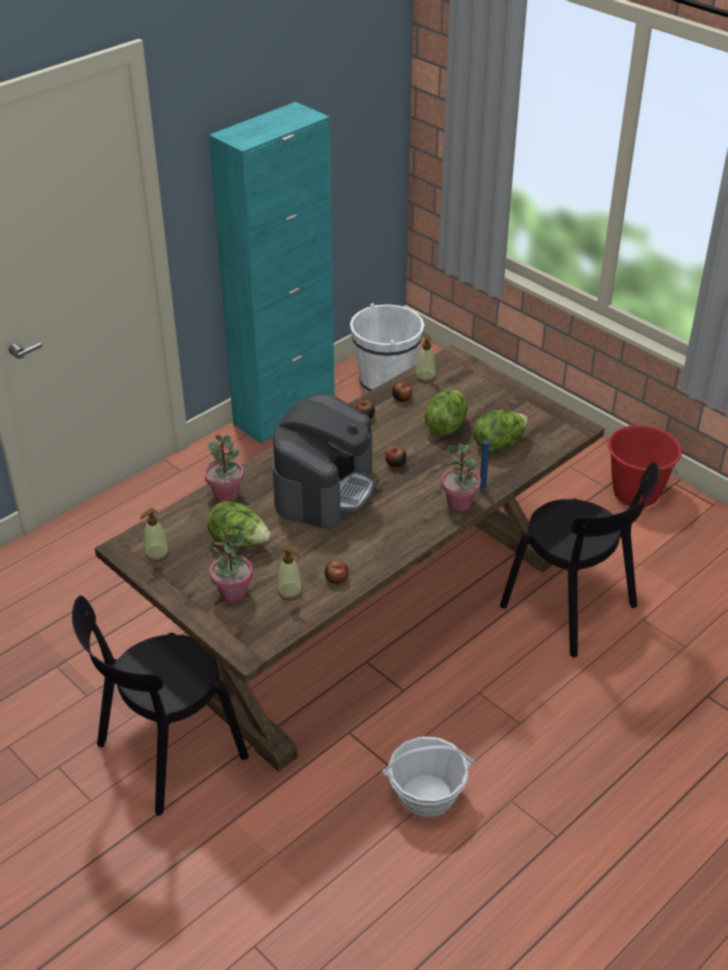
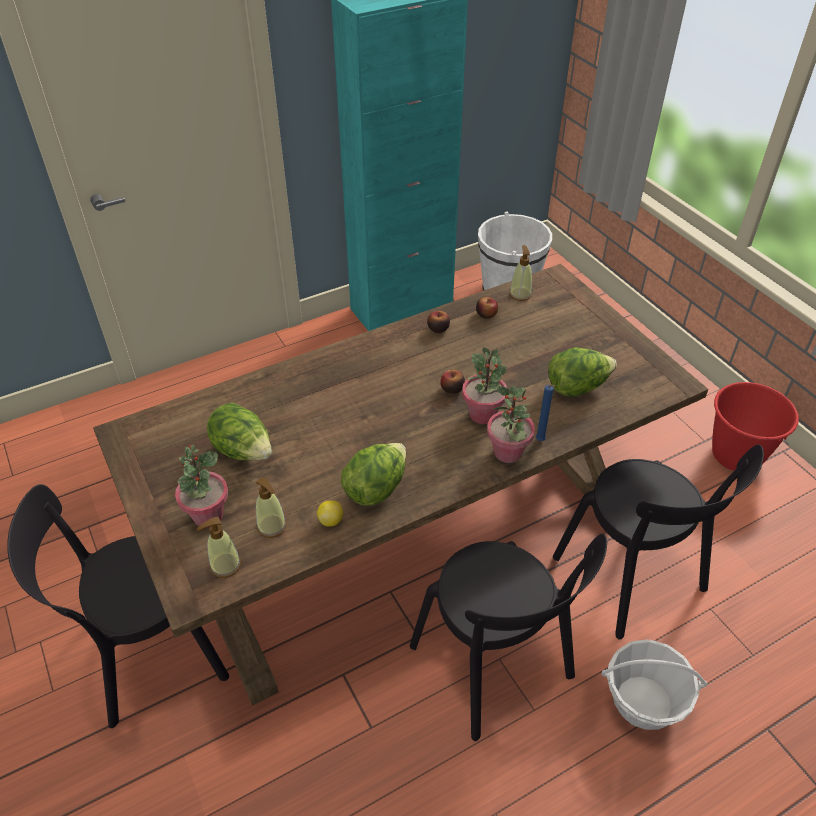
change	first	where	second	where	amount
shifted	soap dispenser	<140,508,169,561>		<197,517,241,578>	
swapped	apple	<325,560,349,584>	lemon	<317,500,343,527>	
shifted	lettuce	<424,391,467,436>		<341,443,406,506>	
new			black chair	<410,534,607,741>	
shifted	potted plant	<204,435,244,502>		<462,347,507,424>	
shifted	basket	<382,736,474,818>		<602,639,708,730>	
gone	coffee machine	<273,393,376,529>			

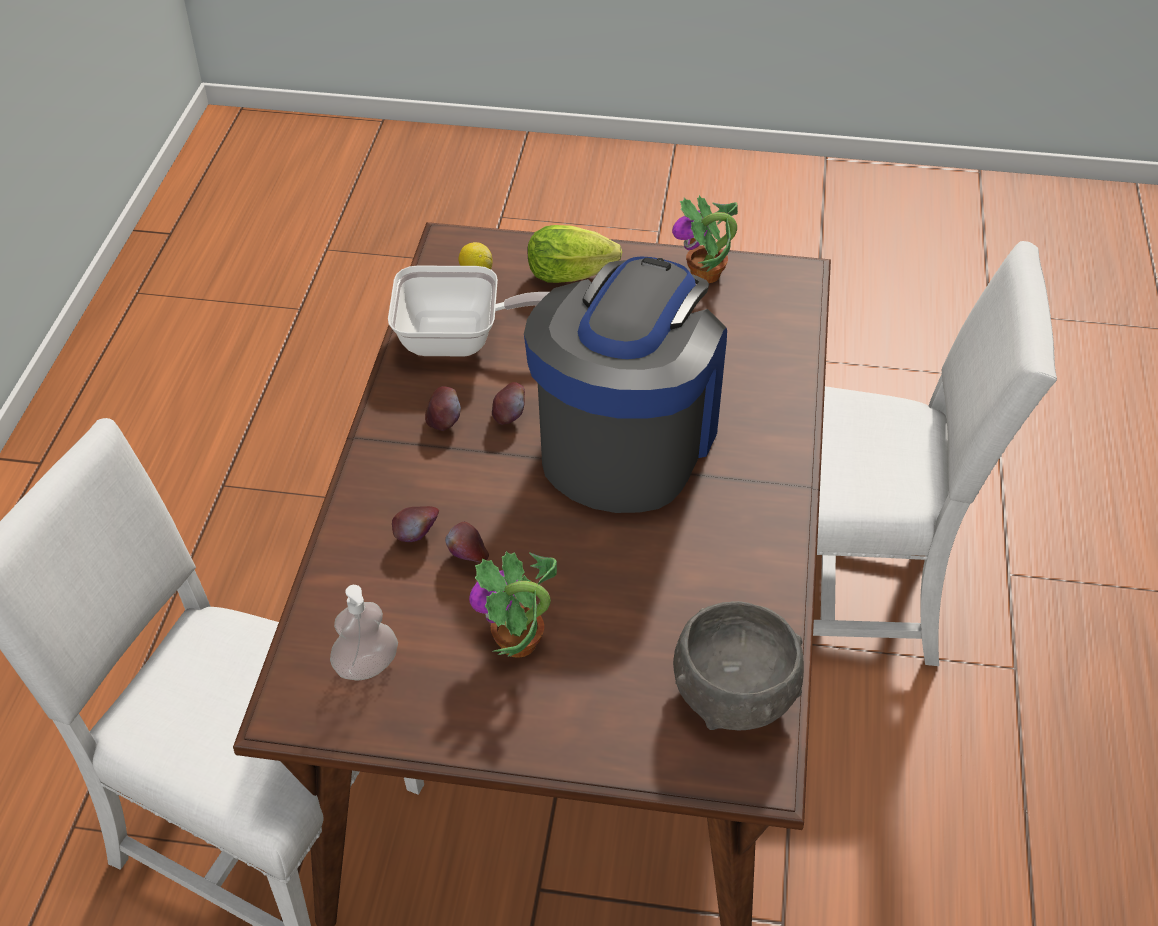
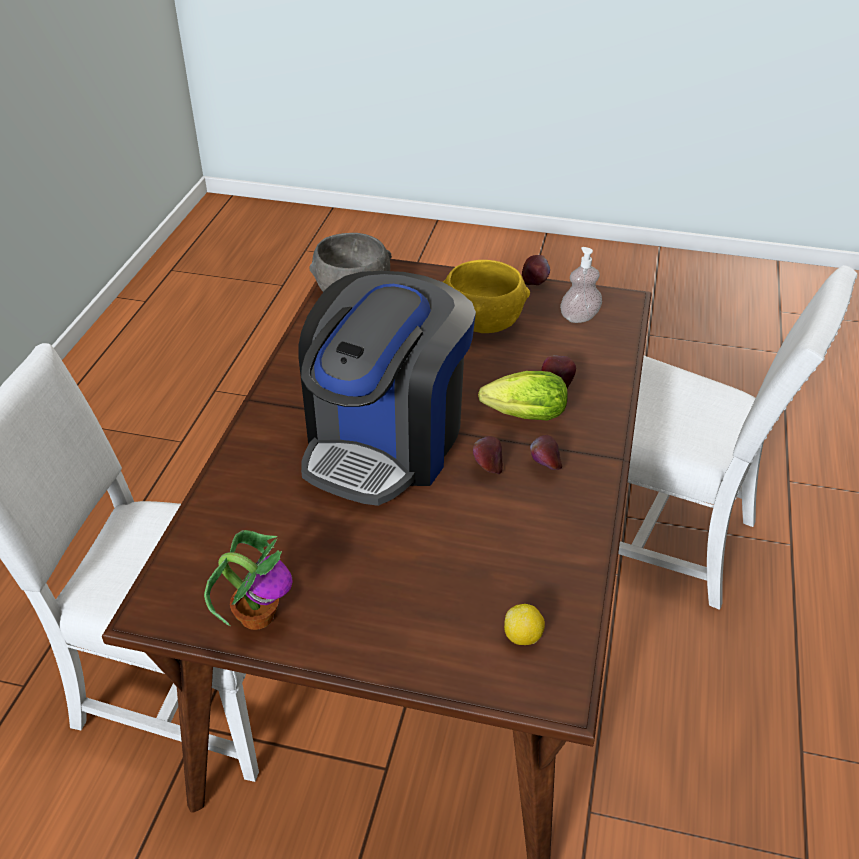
change	first	where	second	where	amount
swapped	potted plant	<469,551,557,658>	yellow bowl	<443,260,530,333>	
shifted	lettuce	<528,225,622,283>		<478,371,568,421>	
shifted	apple	<445,522,489,562>		<522,255,550,285>	
gone	frying pan	<388,265,549,356>			

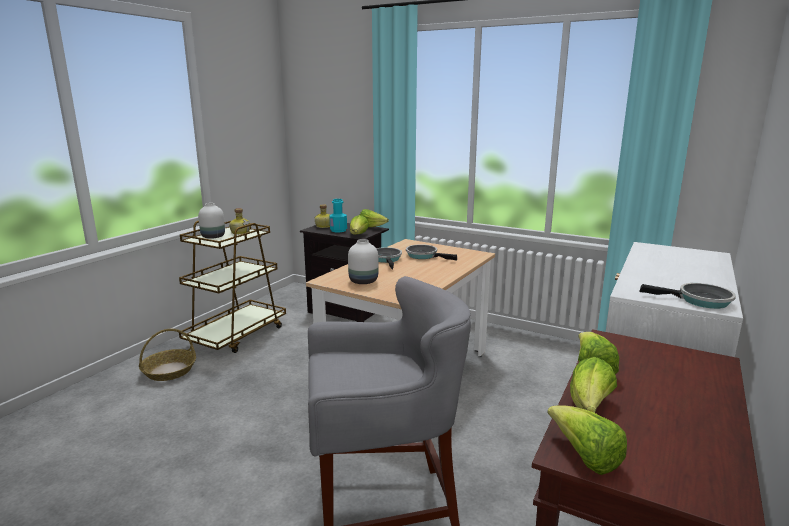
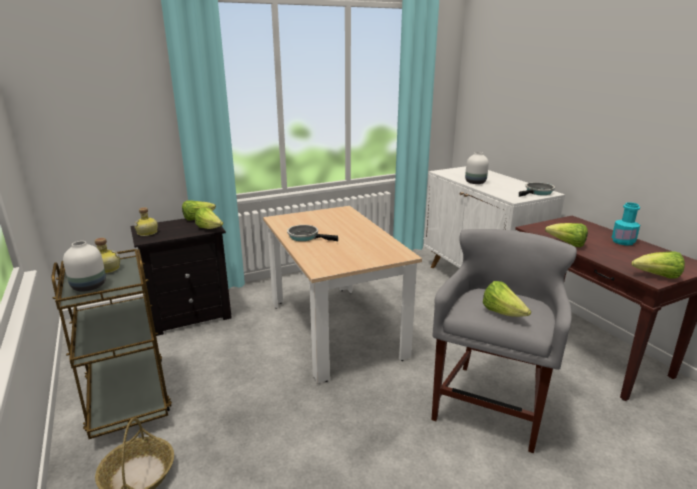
change	first	where	second	where	amount
shifted	white vase	<348,239,378,284>		<465,152,489,184>	
shifted	lettuce	<570,357,617,413>		<483,281,531,317>	
shifted	turquoise bottle	<329,199,347,232>		<612,202,640,246>	
gone	frying pan	<406,244,457,261>			

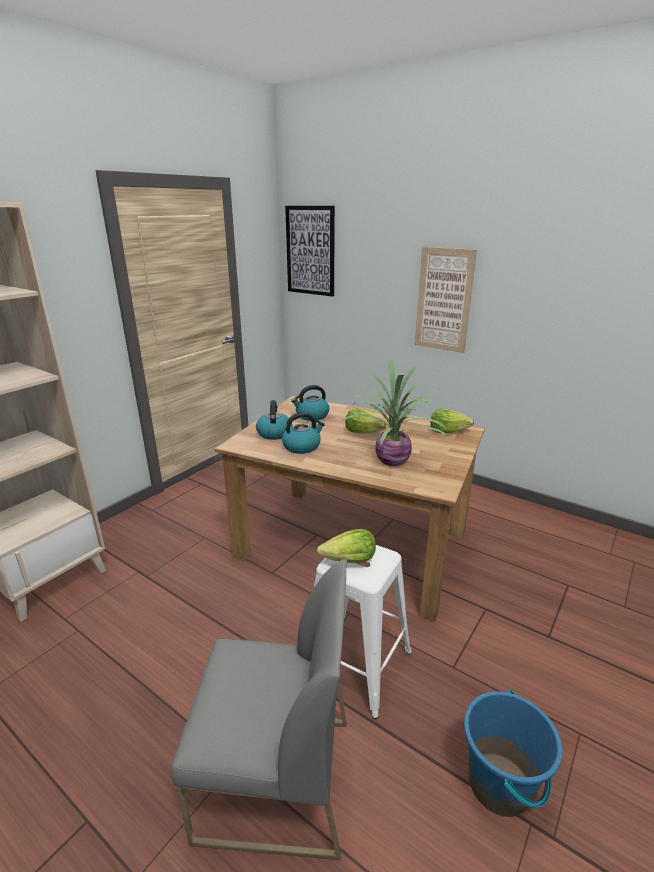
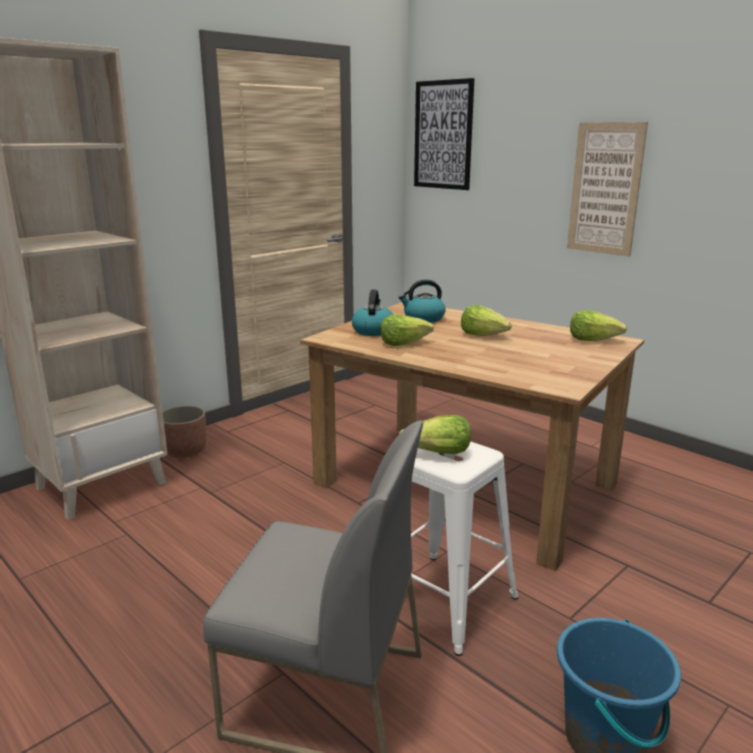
change	first	where	second	where	amount
new			planter	<162,406,206,458>	
swapped	kettle	<282,412,325,454>	lettuce	<380,314,434,346>	
gone	potted plant	<341,359,448,466>			

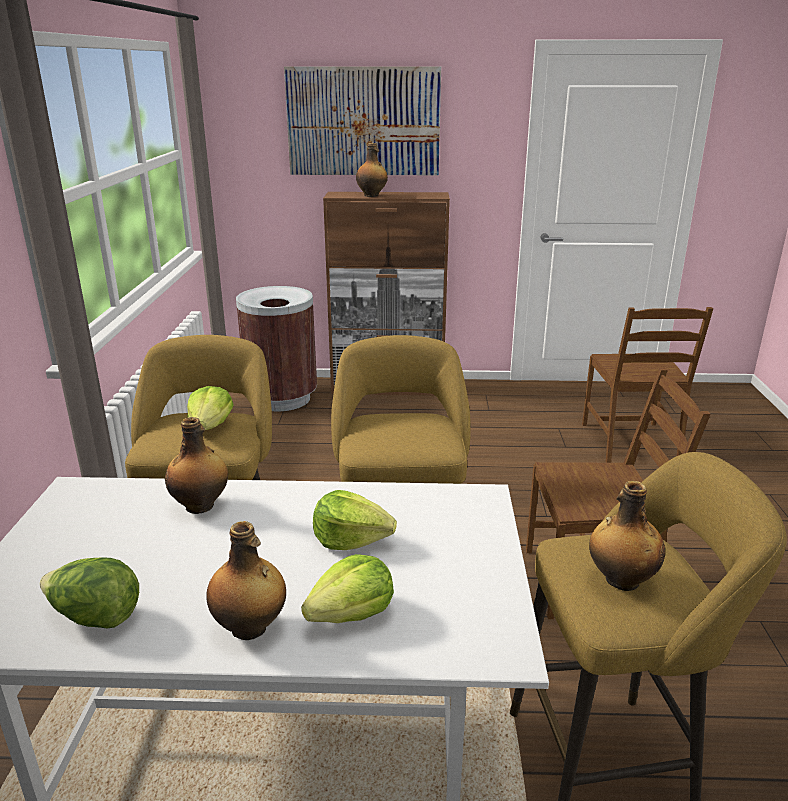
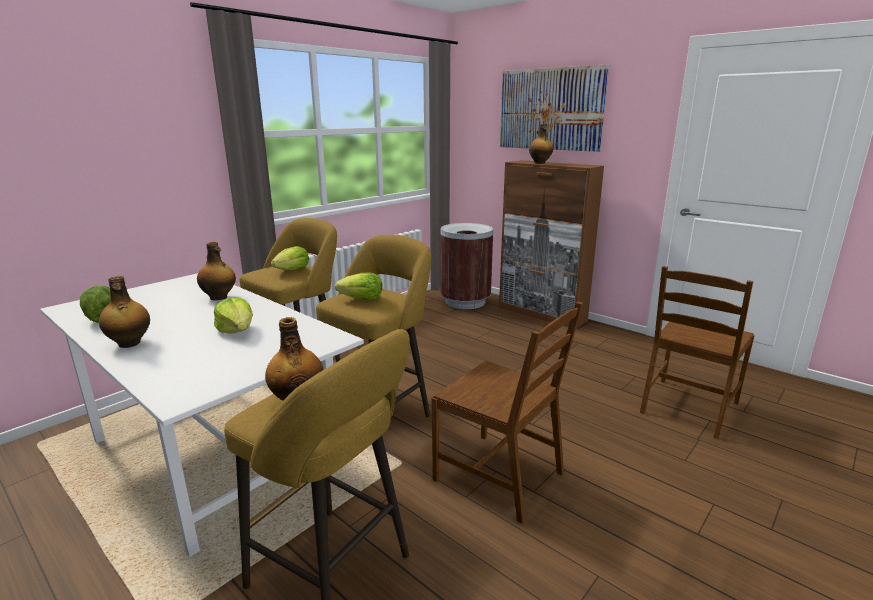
change	first	where	second	where	amount
shifted	lettuce	<301,554,394,623>		<335,273,382,301>	

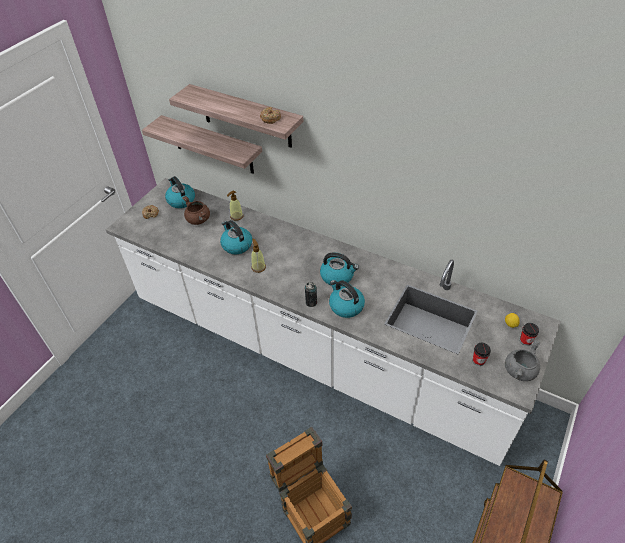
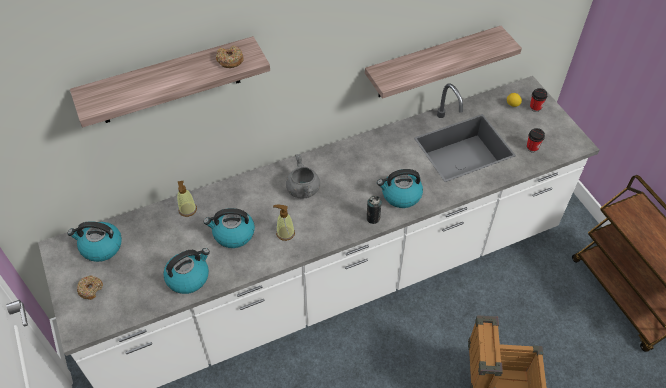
change	first	where	second	where	amount
shifted	kettle	<320,252,359,286>		<163,248,210,294>	
shifted	grey cooking pot	<505,340,540,381>		<286,154,320,198>	
shifted	shelf	<142,115,262,174>		<365,26,522,99>	
gone	brown cooking pot	<182,196,210,225>			

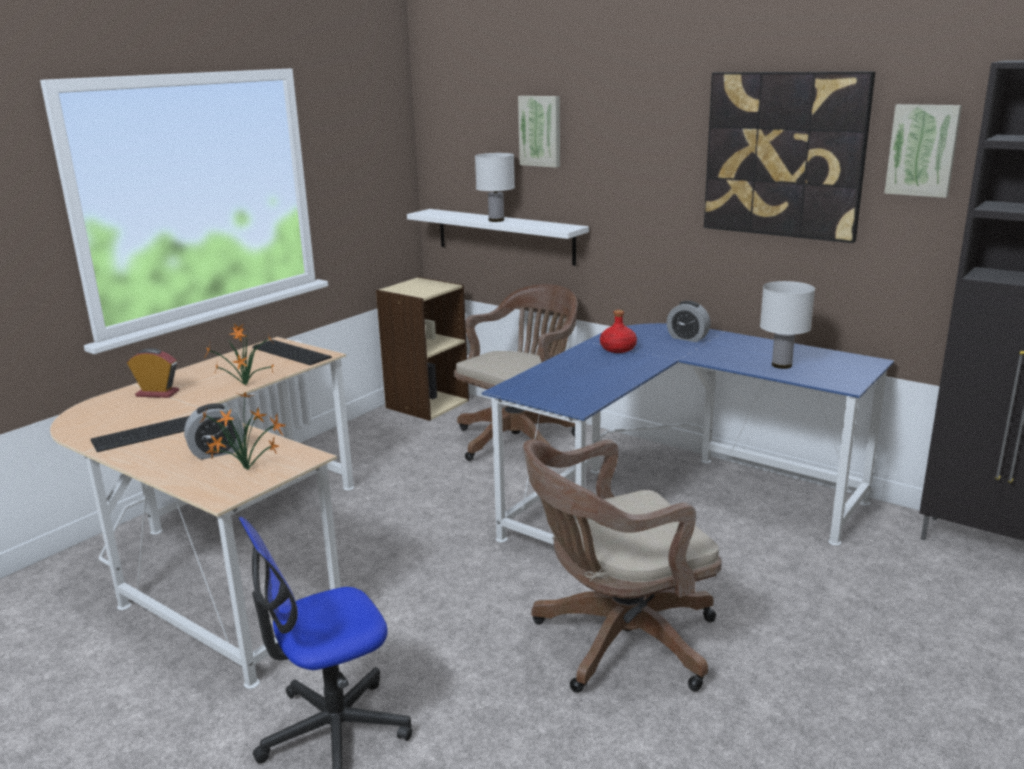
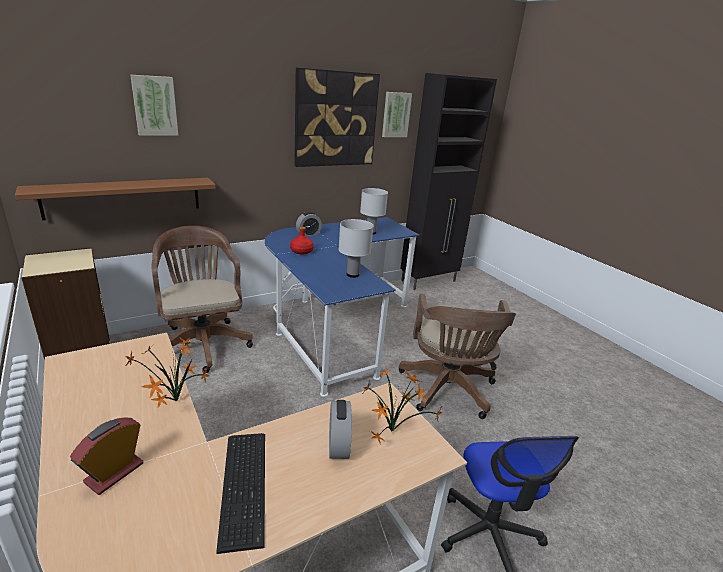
change	first	where	second	where	amount
repainted	white shelf	<407,209,589,266>	brown shelf	<15,178,216,220>	
shifted	white table lamp	<475,153,515,222>		<338,219,374,278>	
gone	keyboard	<252,340,332,365>			

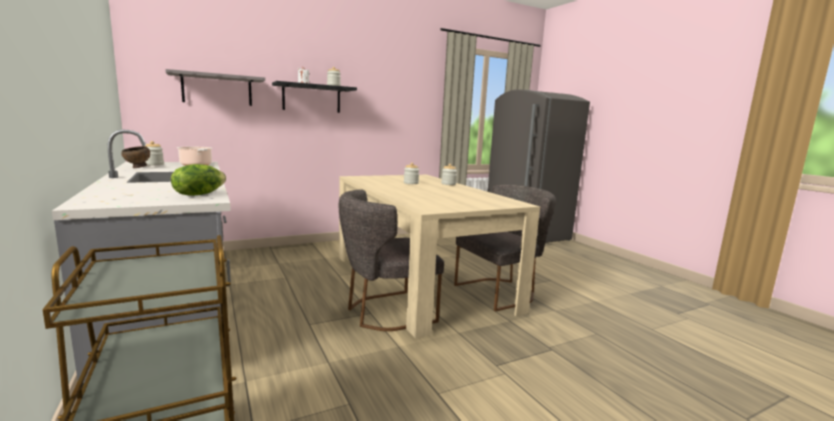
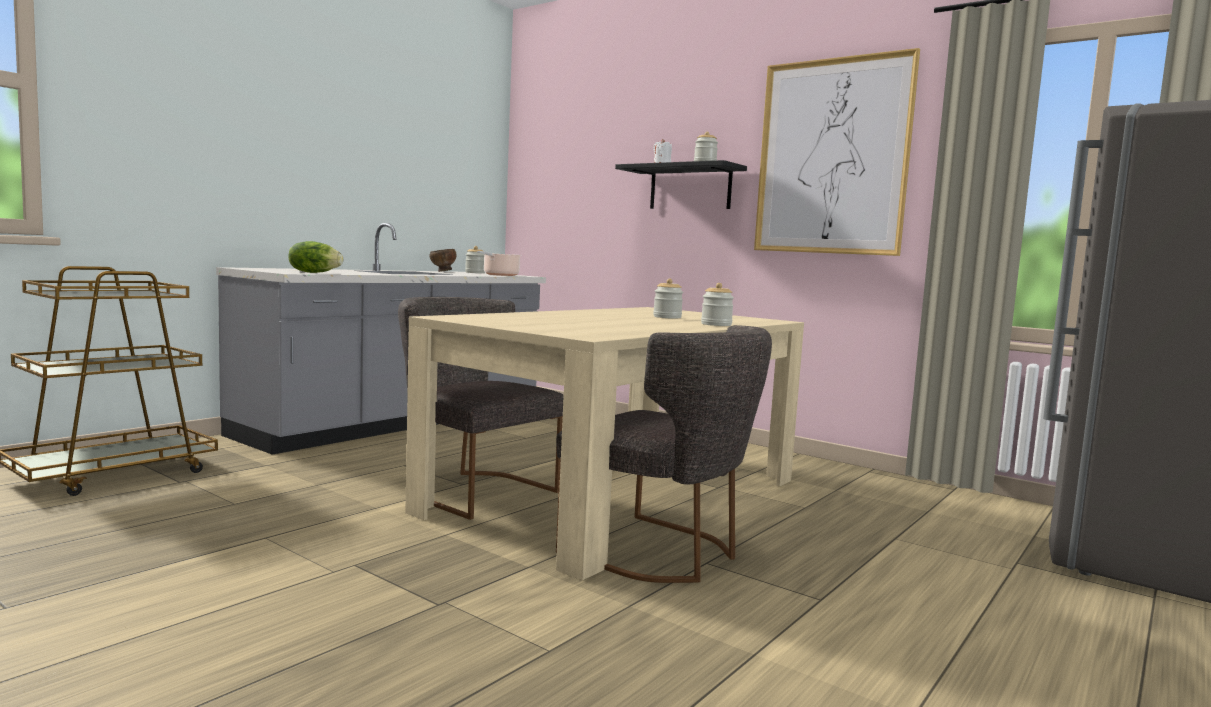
change	first	where	second	where	amount
new			picture	<754,48,920,256>	
gone	grey shelf	<165,69,265,106>			

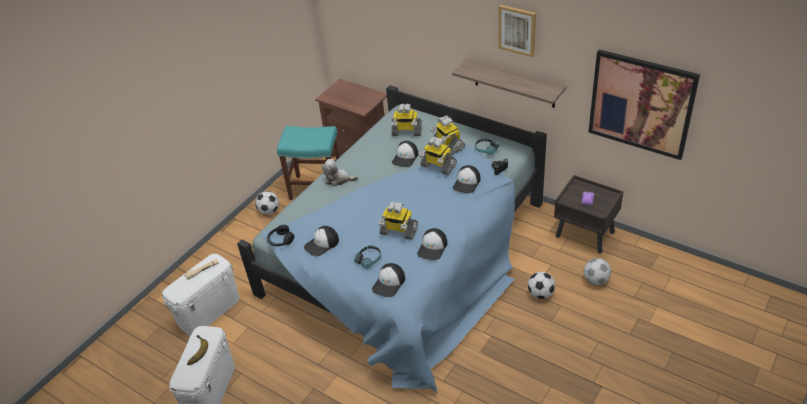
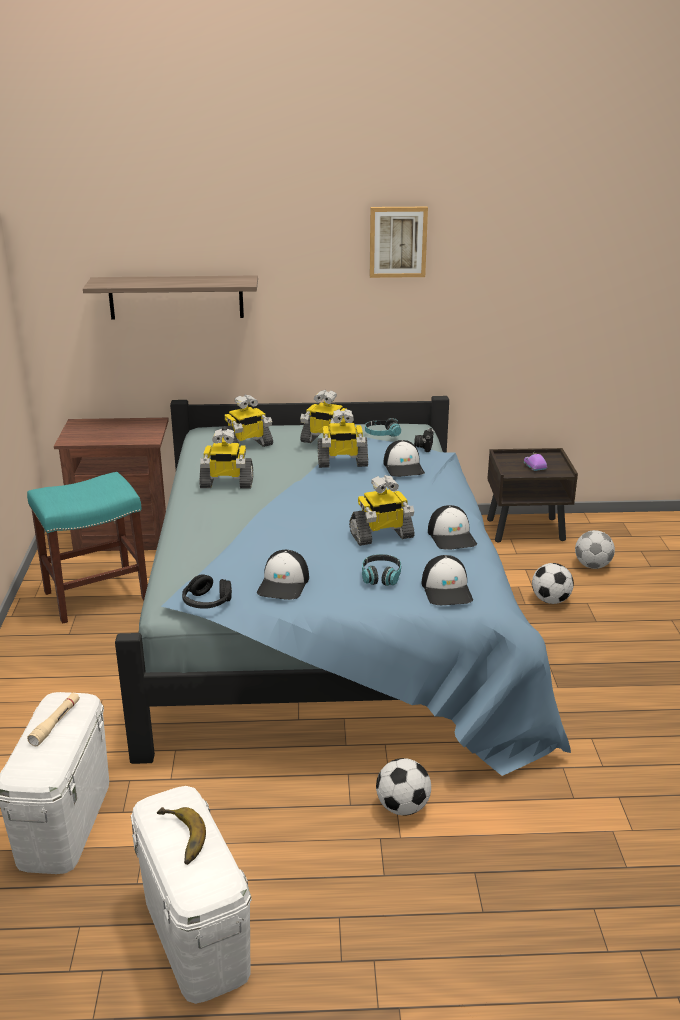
change	first	where	second	where	amount
shifted	shelf	<452,59,566,108>		<83,275,258,319>	
new			toy robot	<199,429,253,489>	
shifted	football	<255,191,279,214>		<376,758,431,816>	
gone	plush toy	<322,159,358,186>			
gone	cap	<392,141,418,167>			
gone	picture	<589,50,700,160>			

